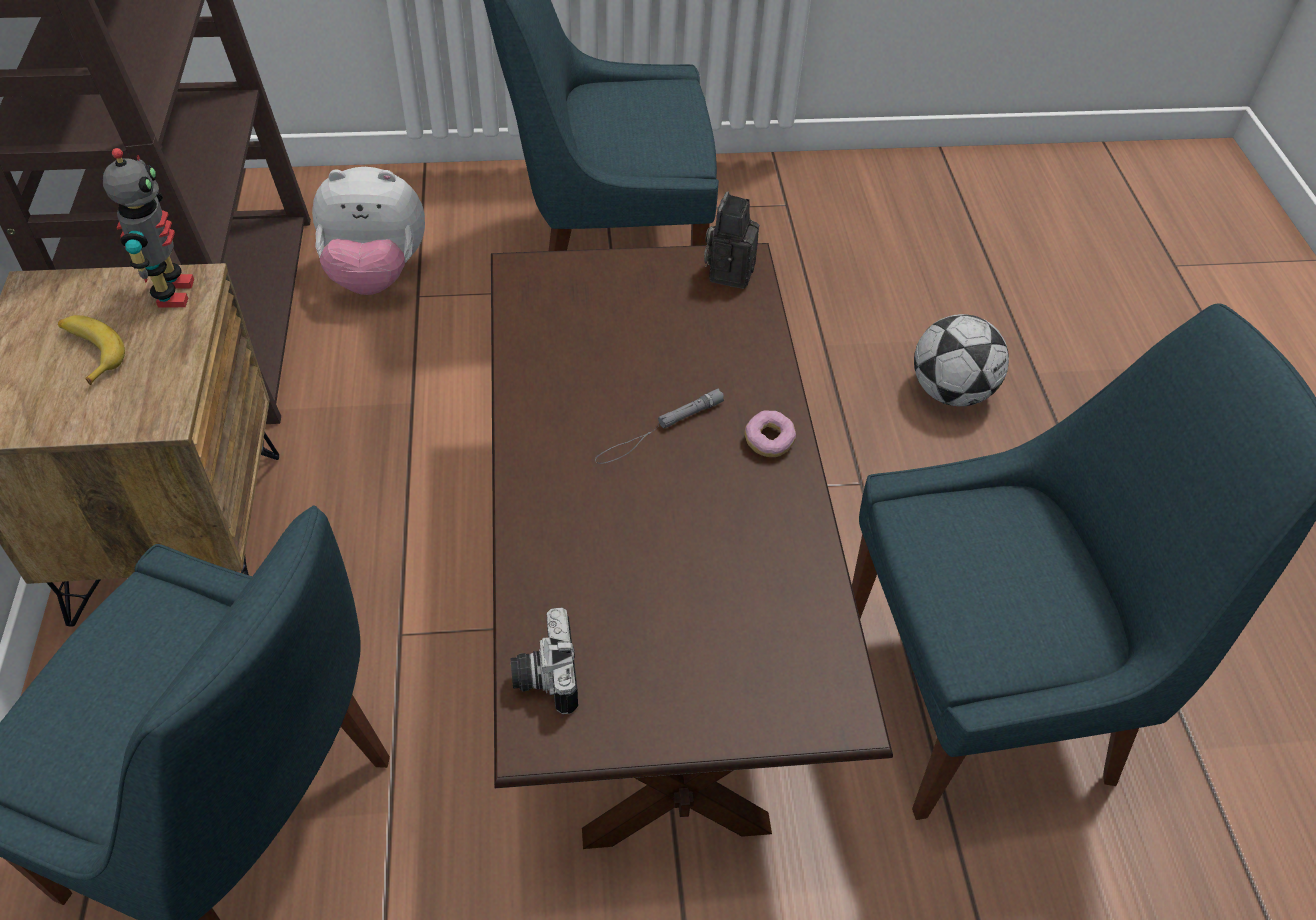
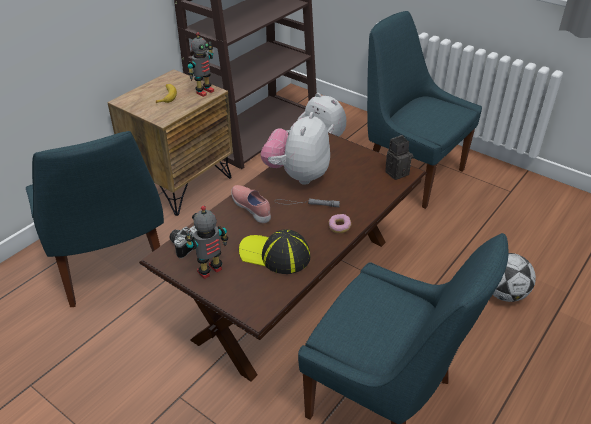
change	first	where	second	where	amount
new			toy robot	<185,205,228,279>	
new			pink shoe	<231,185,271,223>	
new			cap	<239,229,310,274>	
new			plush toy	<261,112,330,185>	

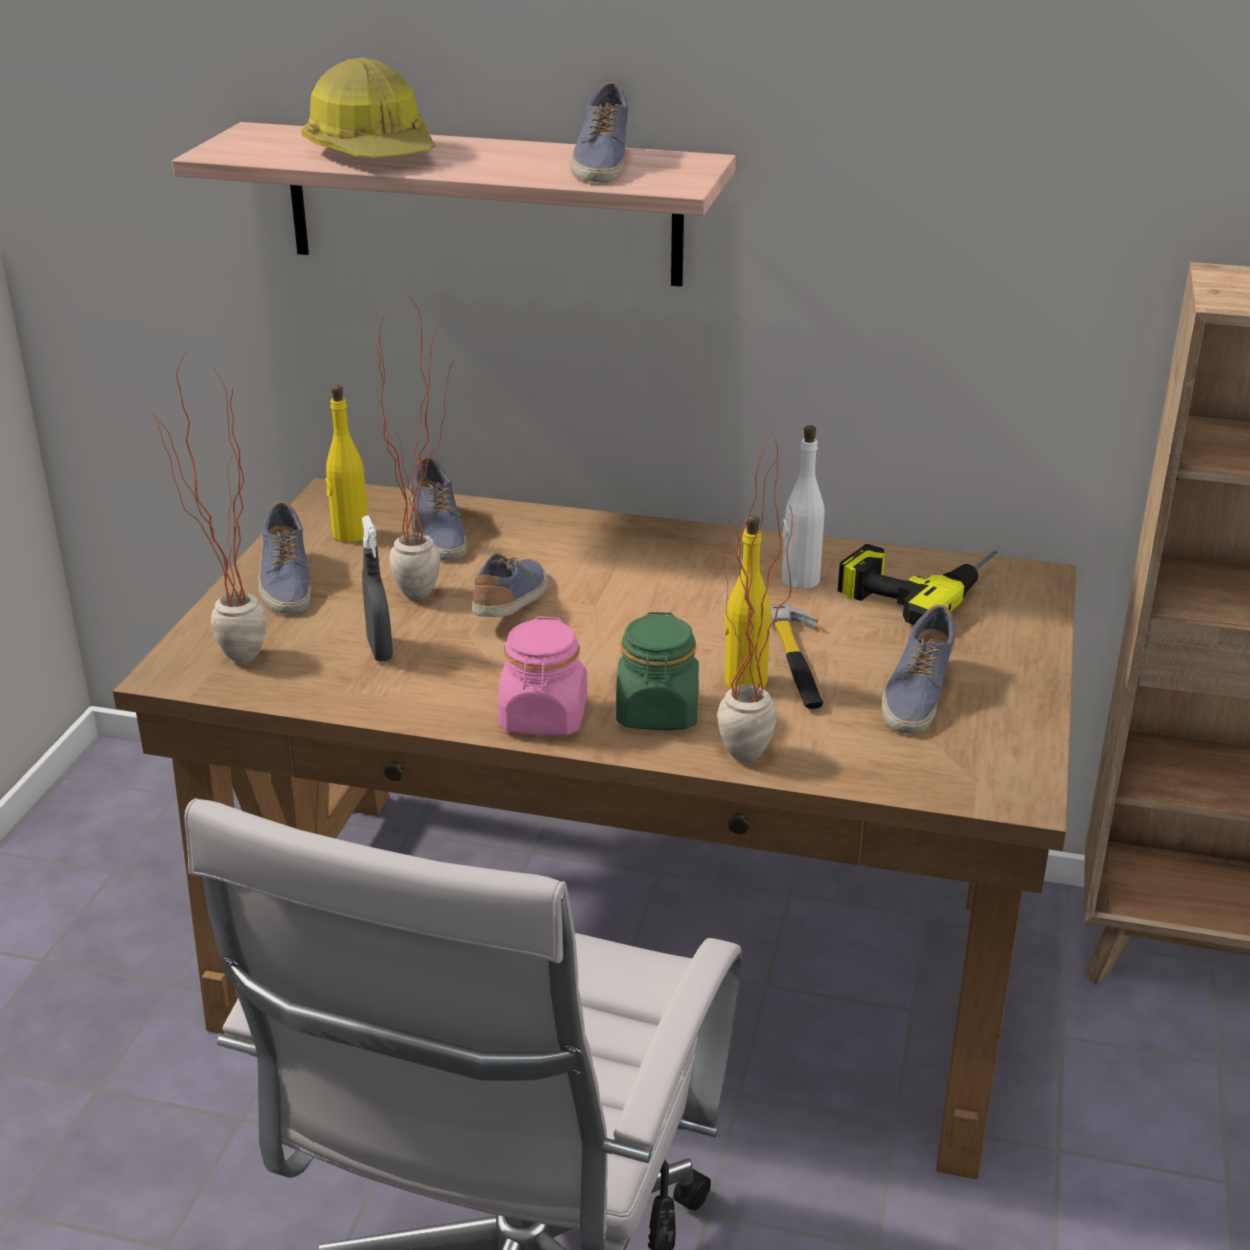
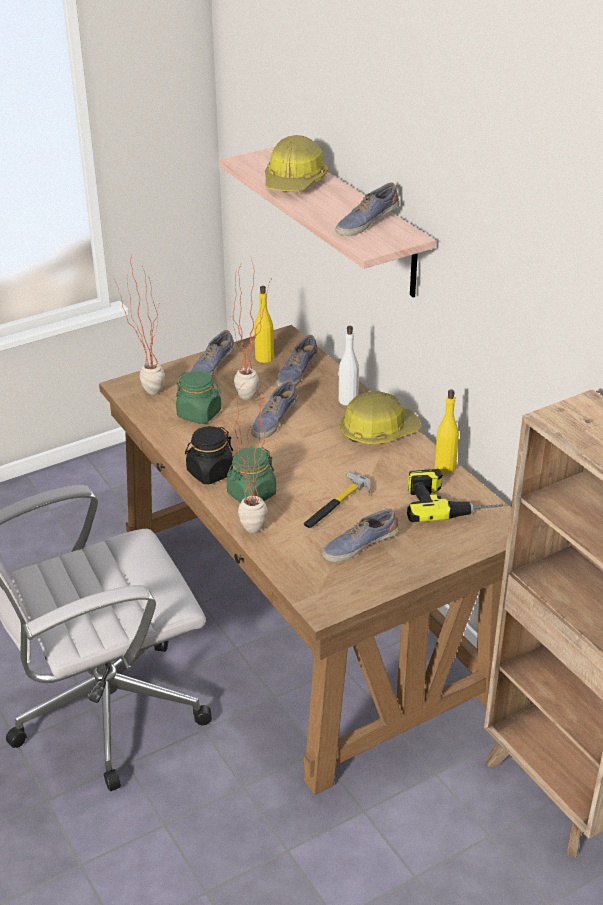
change	first	where	second	where	amount
swapped	grey spray bottle	<362,515,393,662>	green jar	<176,370,221,424>	
repainted	pink jar	<498,616,587,736>	black jar	<185,426,234,484>	
rotated	shoe	<472,554,548,617>		<251,380,298,439>	150 degrees clockwise
shifted	white bottle	<782,425,824,589>		<338,326,359,406>	
new			hard hat	<340,391,422,445>	
shifted	yellow bottle	<724,515,771,689>		<435,390,459,474>	

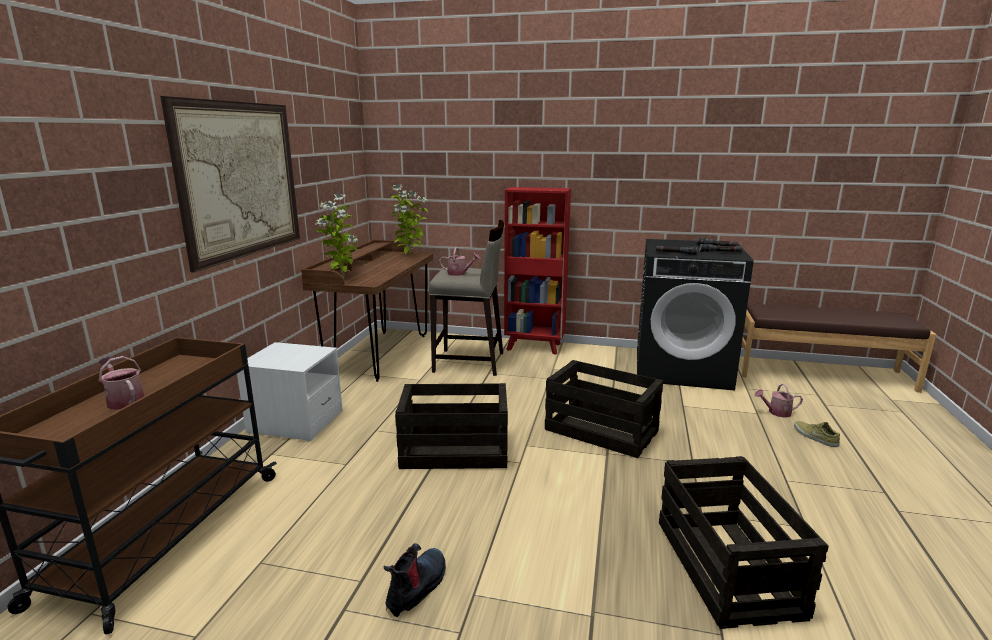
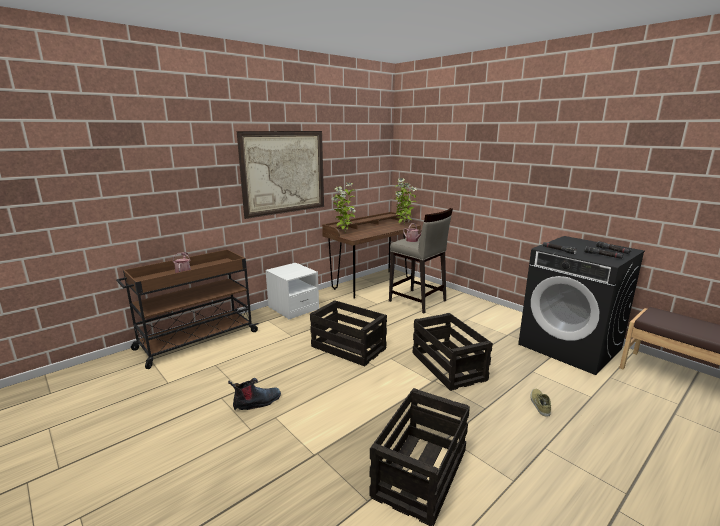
change	first	where	second	where	amount
shifted	beige shoe	<794,421,840,447>		<530,389,551,416>	
gone	red bookcase	<504,187,571,355>			
gone	watering can	<755,384,803,418>			

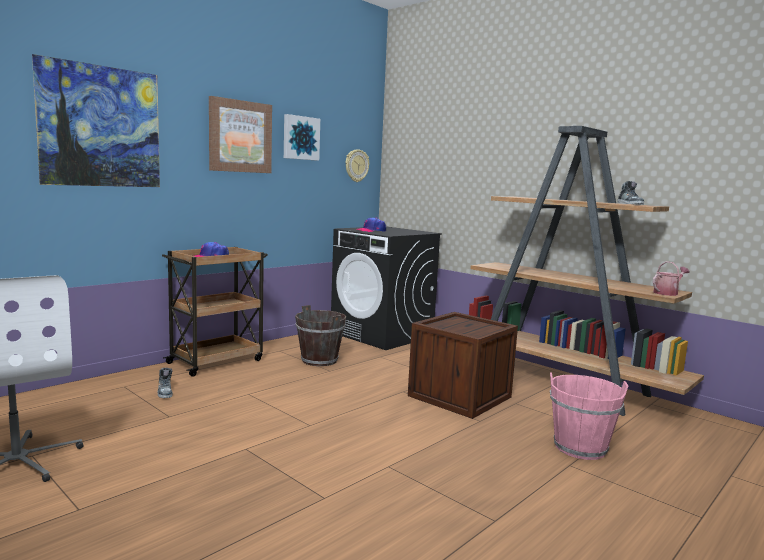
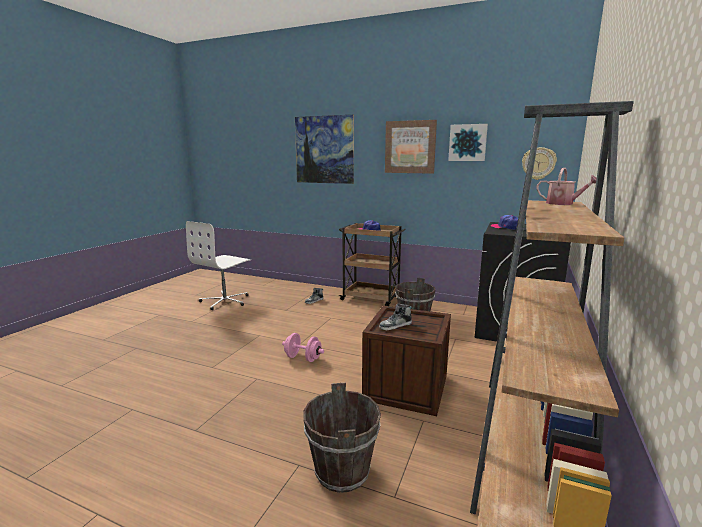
change	first	where	second	where	amount
new			pink dumbbell	<282,333,324,362>	
repainted	pink bucket	<550,372,628,460>	brown bucket	<303,383,381,493>	
shifted	shoe	<618,181,644,205>		<379,304,413,330>	
shifted	watering can	<653,261,689,296>		<537,168,597,205>	

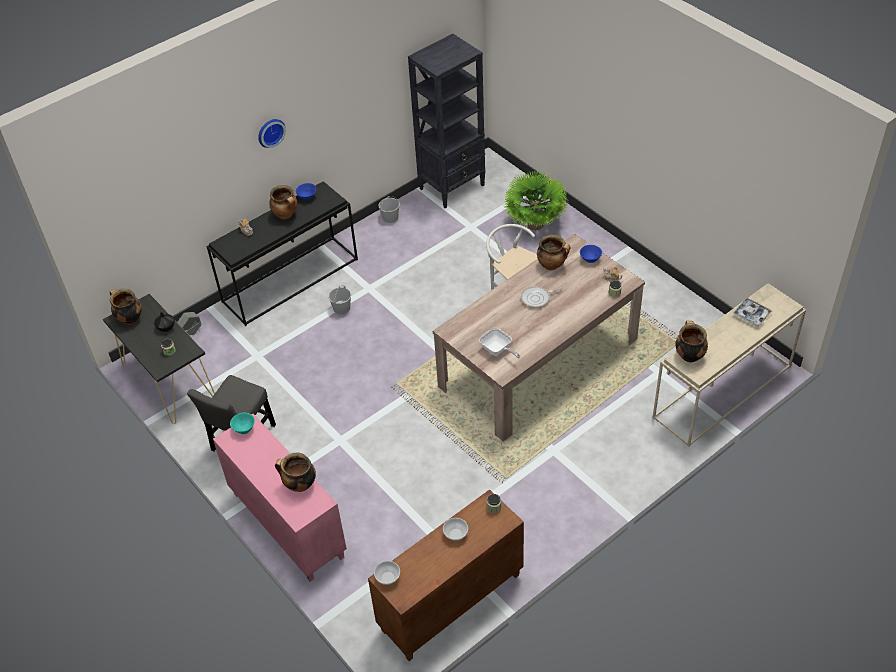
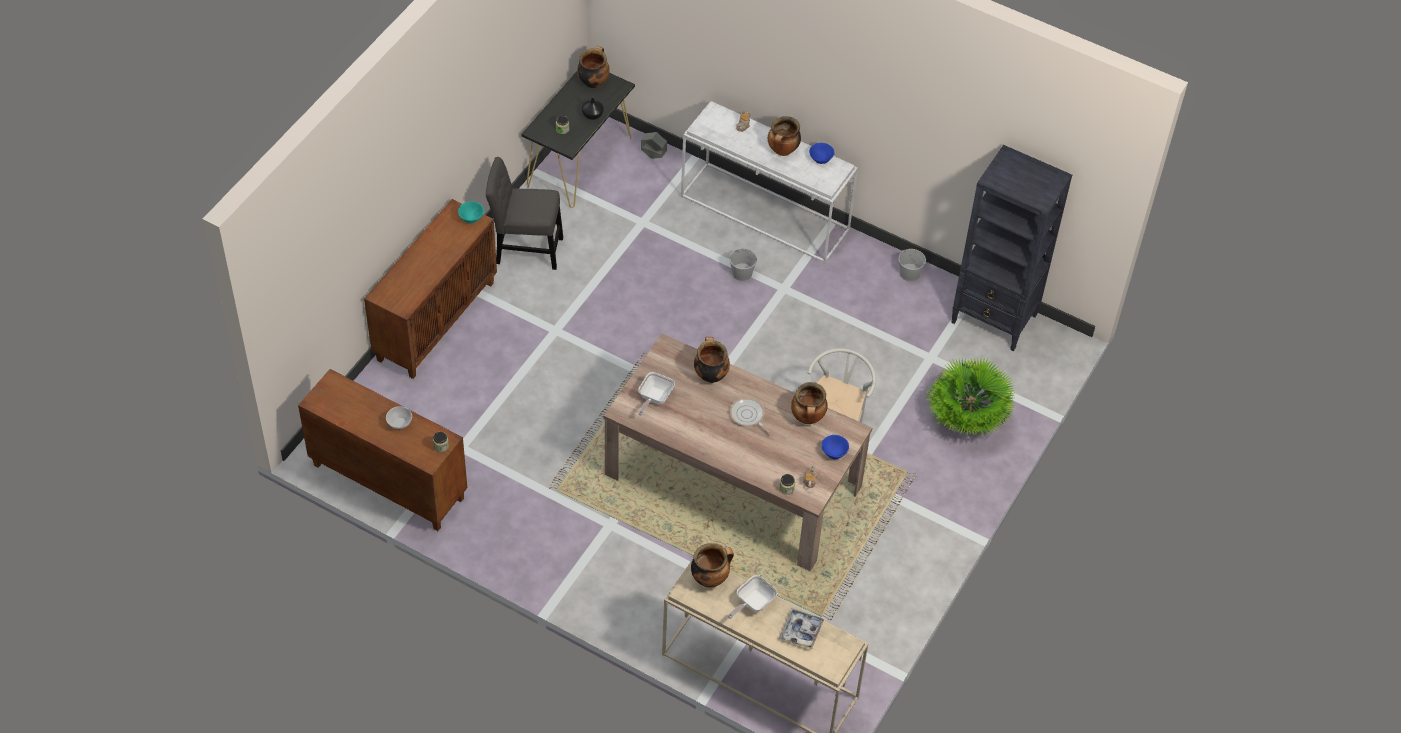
change	first	where	second	where	amount
repainted	pink cabinet	<213,414,347,582>	brown cabinet	<364,199,497,379>	
repainted	black console table	<206,181,358,326>	white console table	<681,101,858,264>	
shifted	cooking pot	<275,452,316,492>		<694,337,730,383>	
new			frying pan	<728,575,777,619>	
gone	wall clock	<258,119,286,148>			
gone	bowl	<374,561,400,585>			

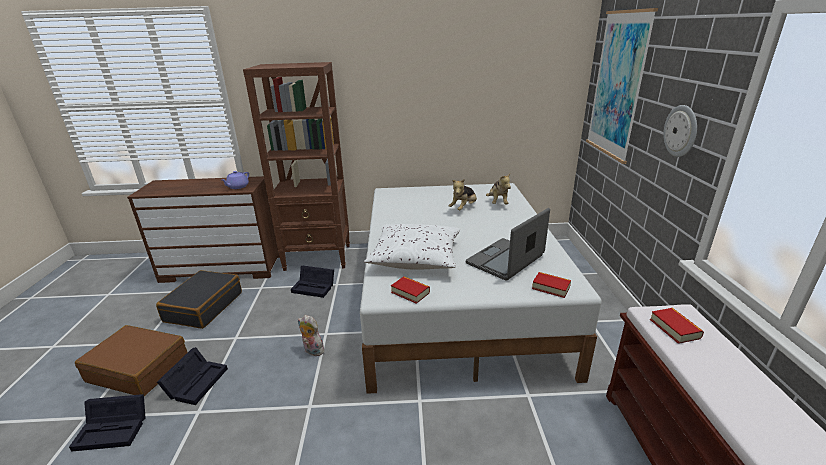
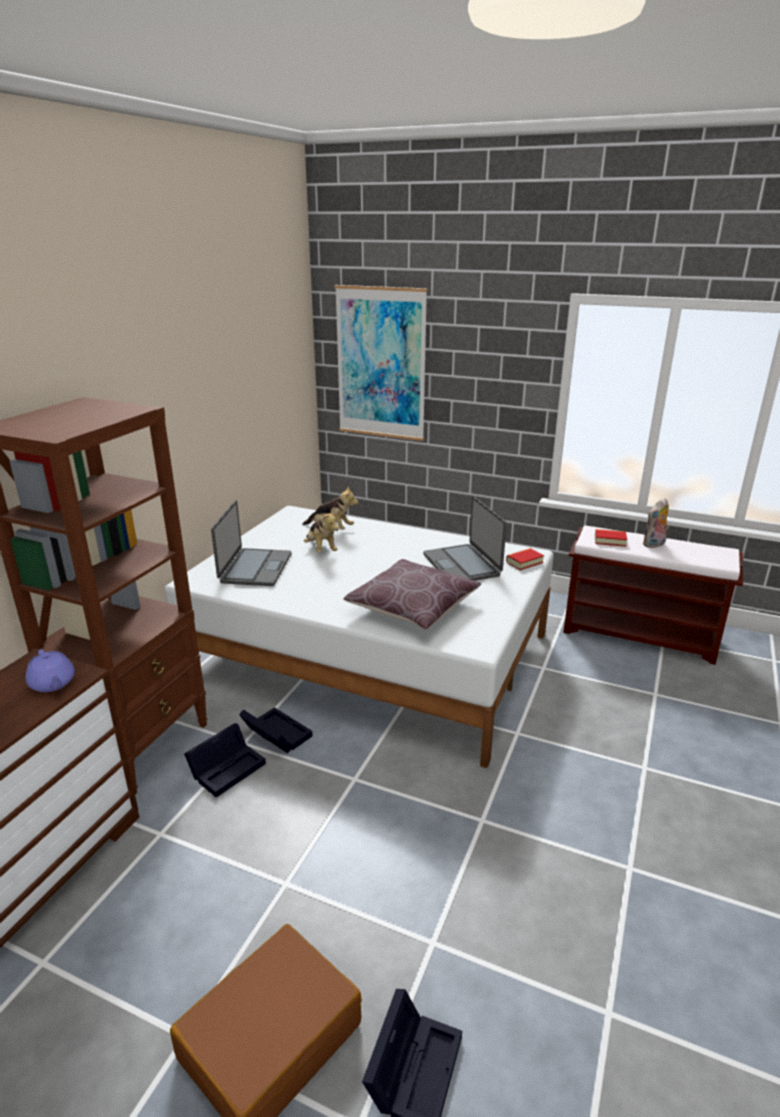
change	first	where	second	where	amount
new			laptop	<211,500,292,586>	
shifted	black storage box	<157,347,228,405>		<239,707,313,753>	
repainted	white pillow	<364,224,460,270>	brown pillow	<343,559,481,630>	
shifted	plush toy	<298,315,324,356>		<643,498,669,548>	
gone	black suitcase	<156,270,242,329>			
gone	book	<391,276,430,304>			
gone	wall clock	<663,105,697,157>			

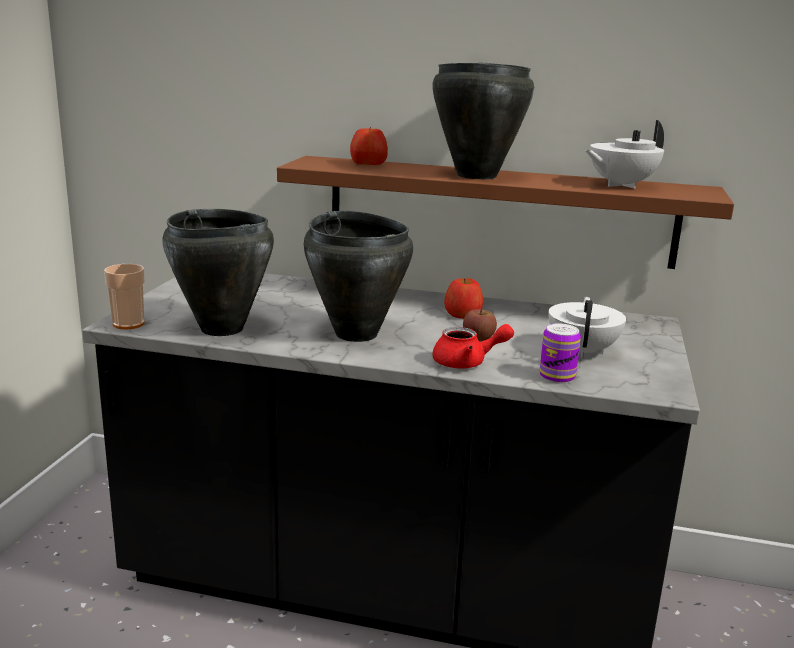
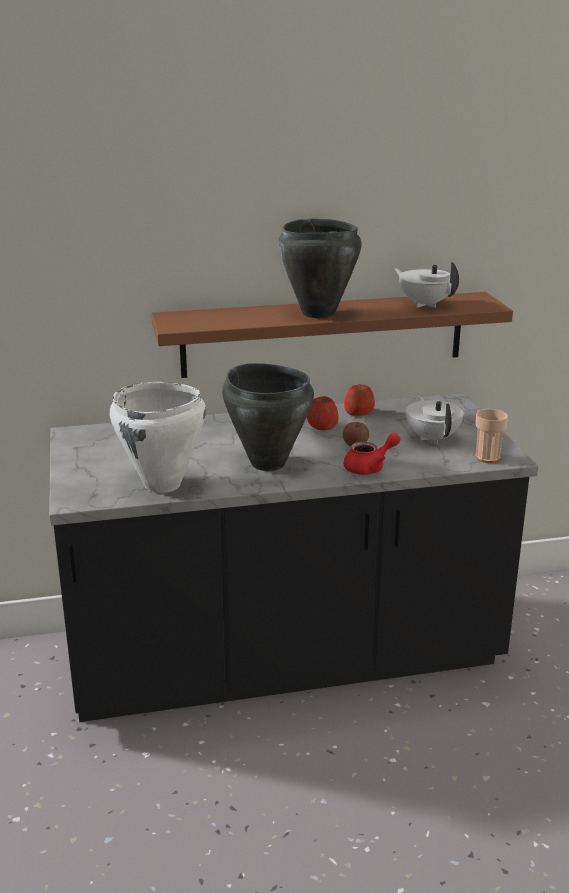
change	first	where	second	where	amount
repainted	black cooking pot	<162,209,274,336>	white cooking pot	<110,382,206,493>	
shifted	apple	<350,127,388,165>		<344,384,375,416>	
rotated	white teapot	<585,120,664,188>		<394,262,459,308>	105 degrees clockwise
shifted	cup	<104,264,145,329>		<475,409,508,463>	
gone	can	<540,323,581,384>			

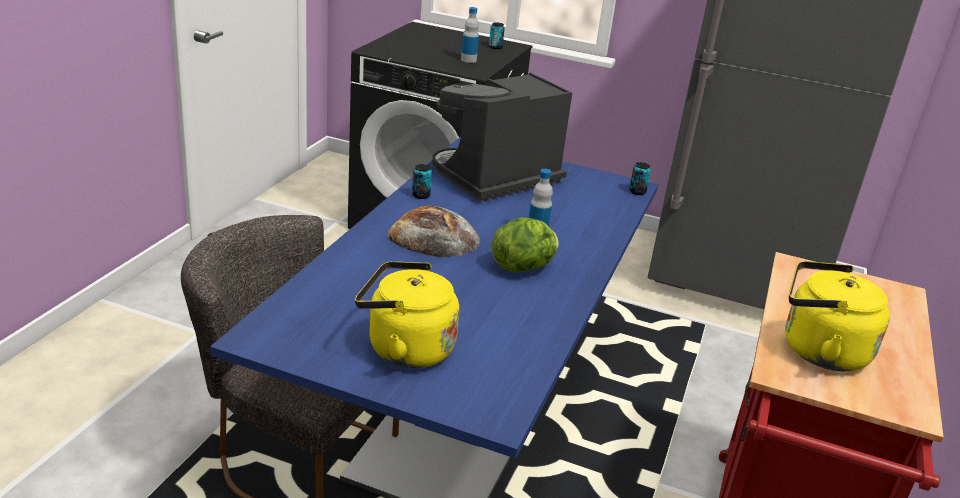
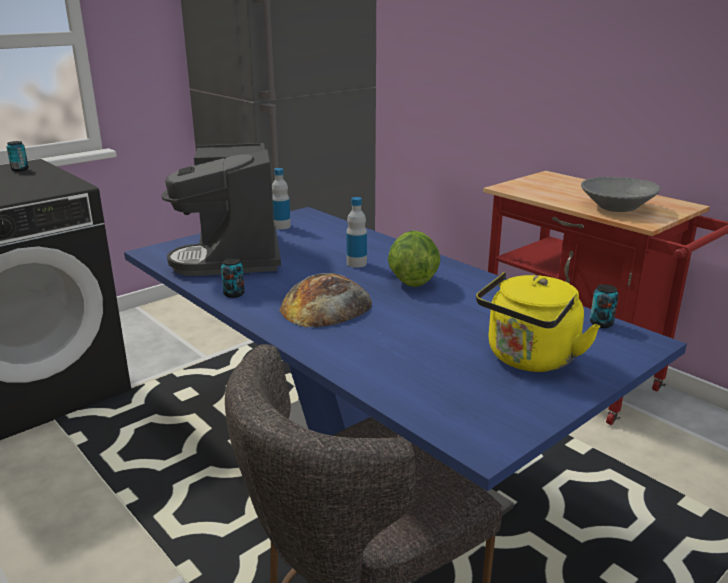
change	first	where	second	where	amount
shifted	bottle	<461,7,479,63>		<272,168,291,229>	
swapped	yellow kettle	<785,261,890,371>	grey bowl	<581,177,660,212>	
shifted	can	<629,162,651,195>		<590,284,618,328>	

